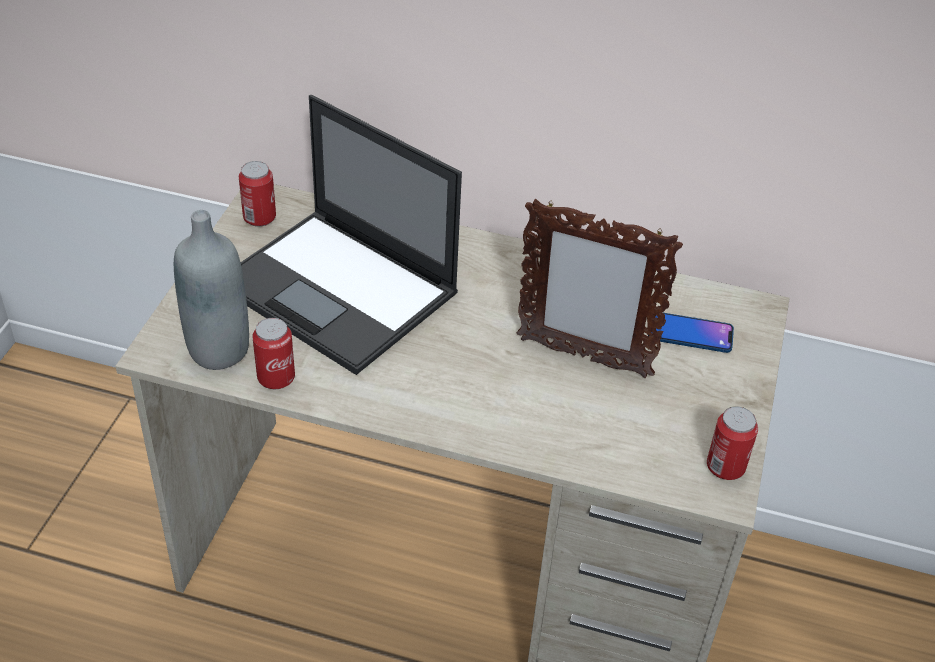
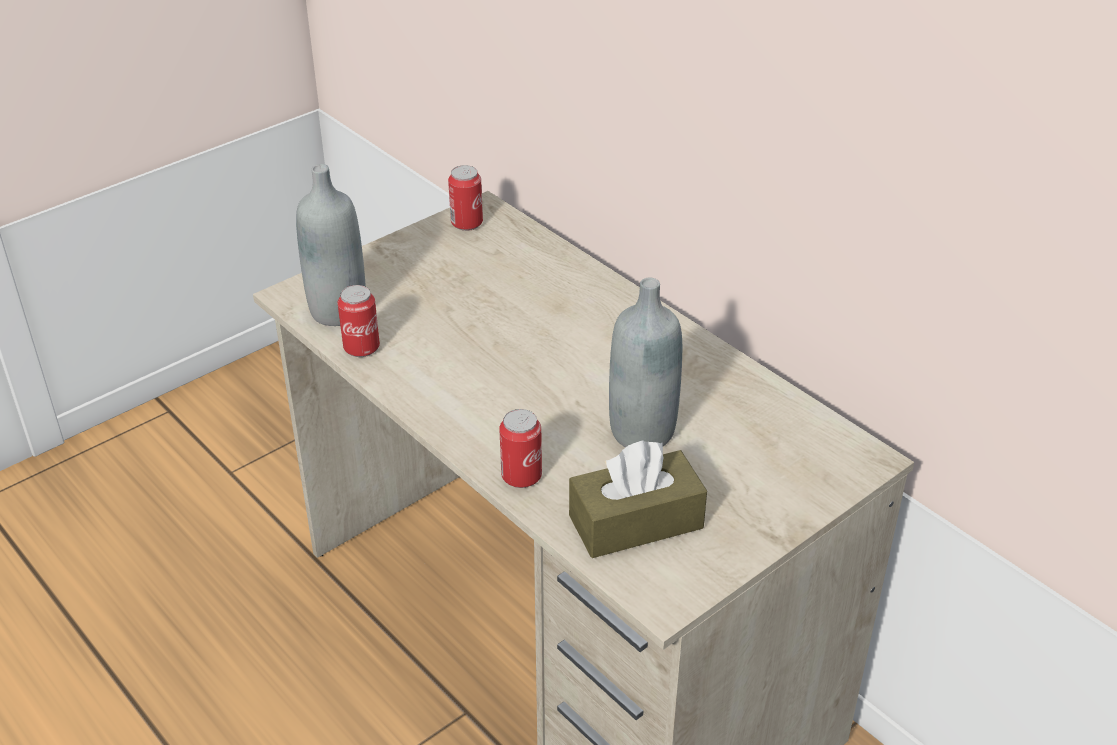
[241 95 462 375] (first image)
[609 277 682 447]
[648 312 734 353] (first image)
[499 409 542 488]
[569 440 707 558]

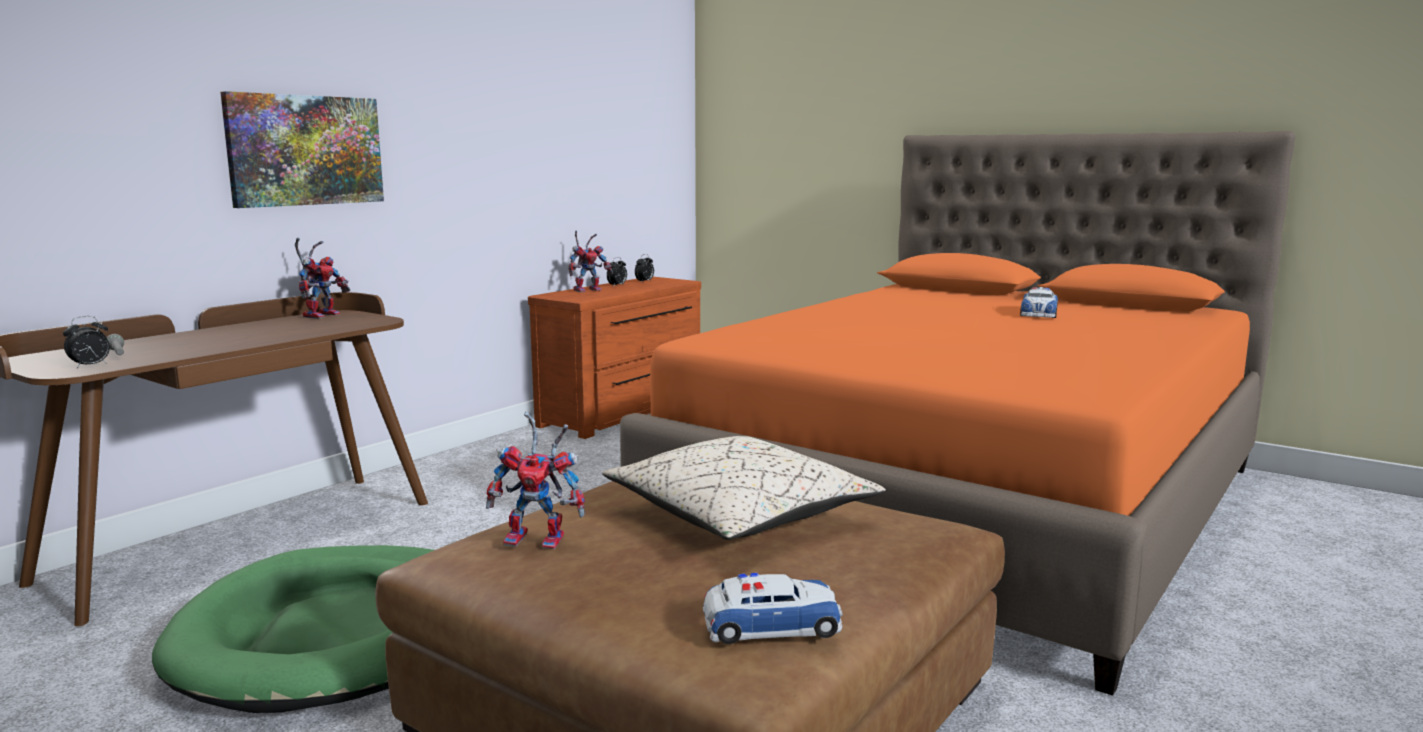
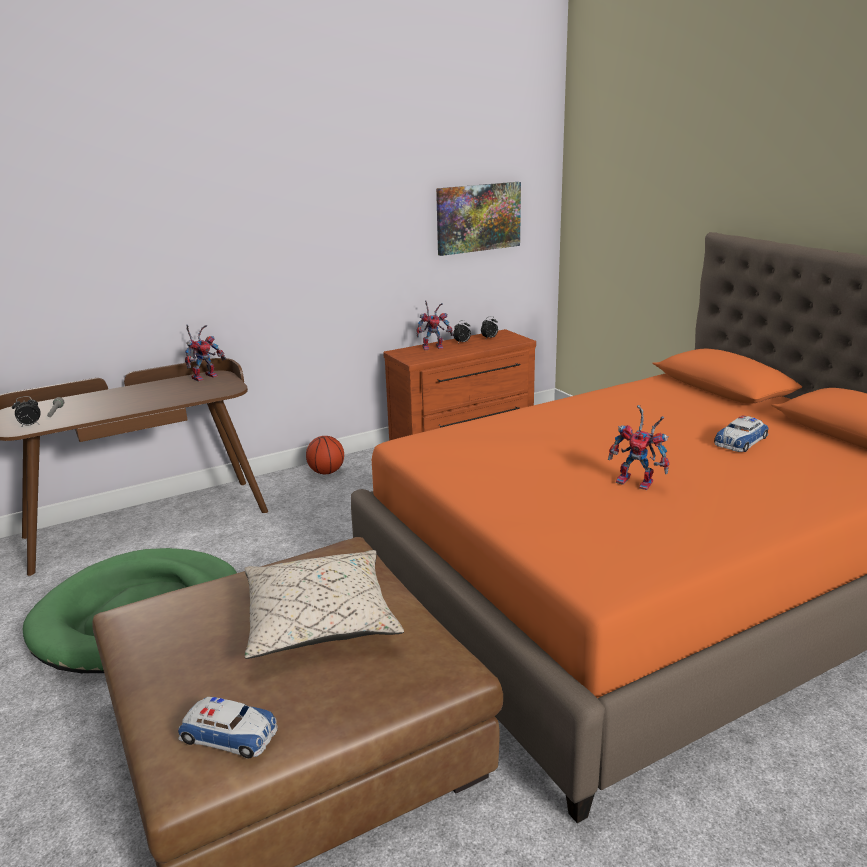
[436 182 521 256]
[608 405 670 490]
[306 436 344 474]

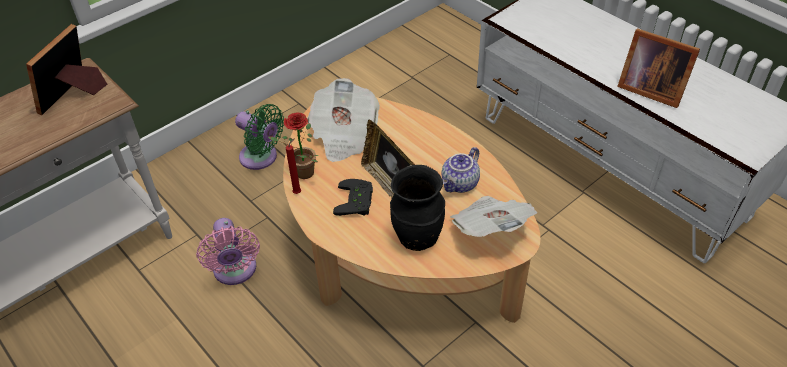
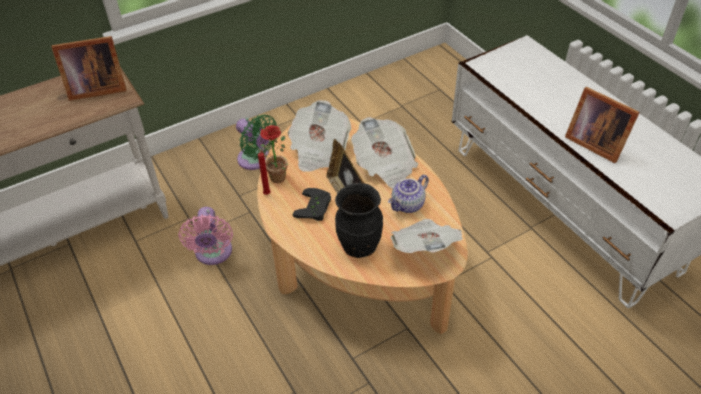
[51 36 126 101]
[351 117 418 189]

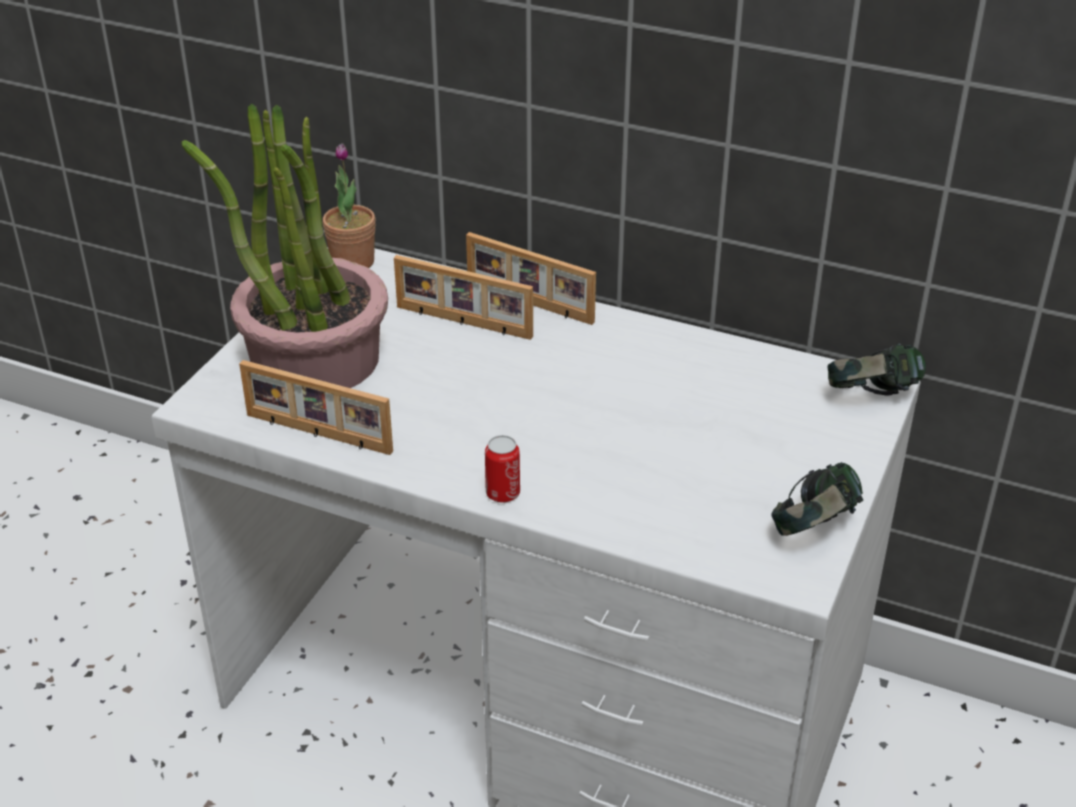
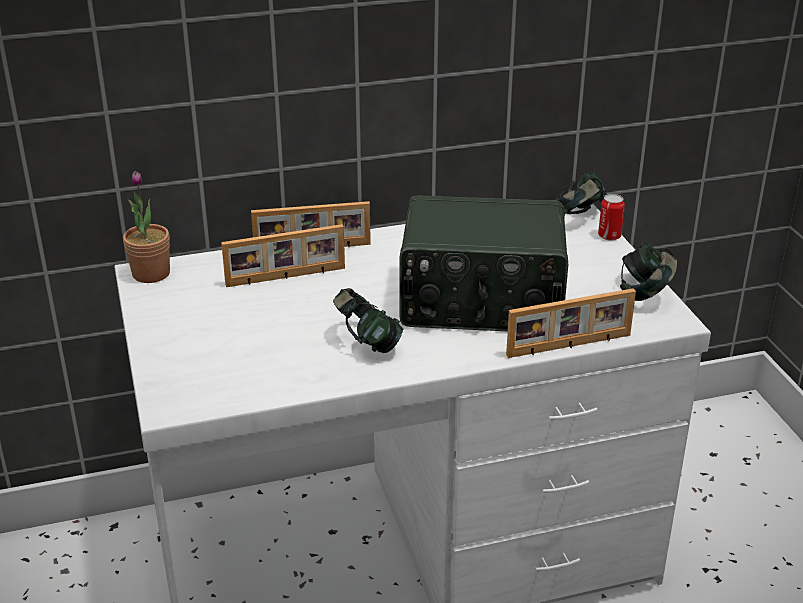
[181 103 388 388] (first image)
[506 288 636 358]
[598 194 625 241]
[333 288 403 353]
[399 195 568 331]

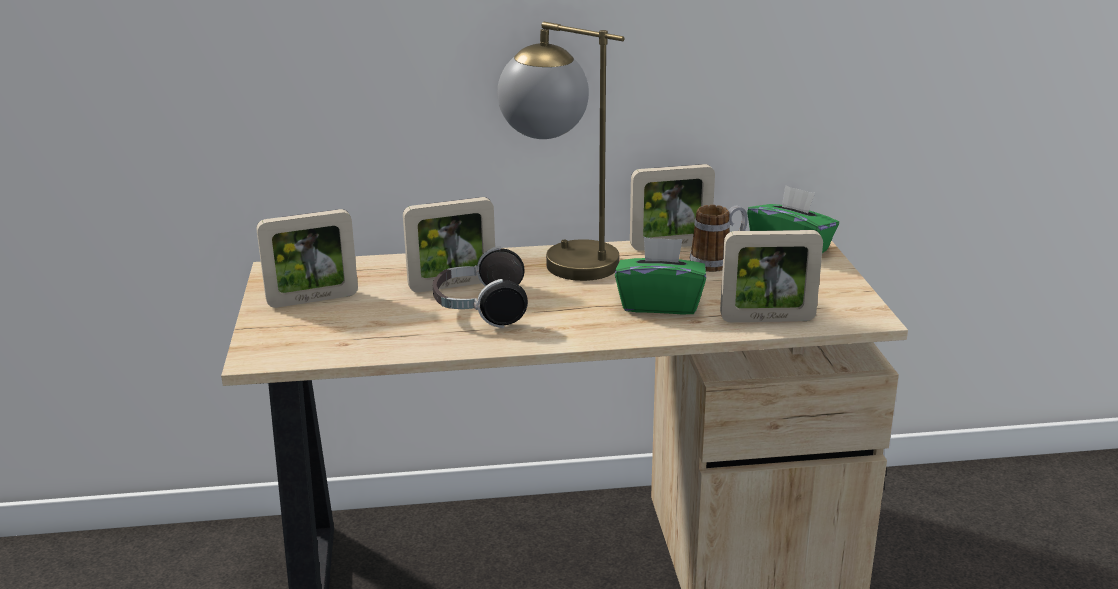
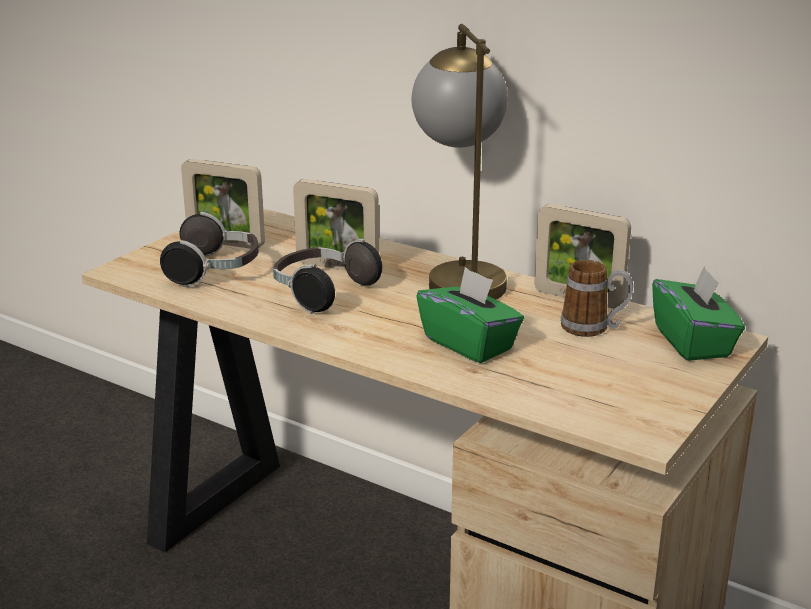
[720 230 823 322] (first image)
[160 212 258 287]

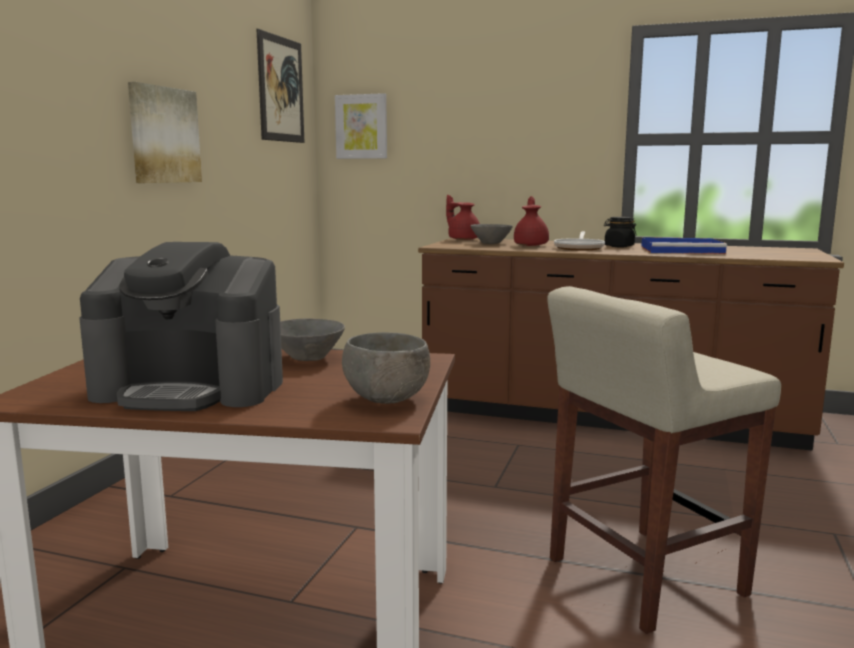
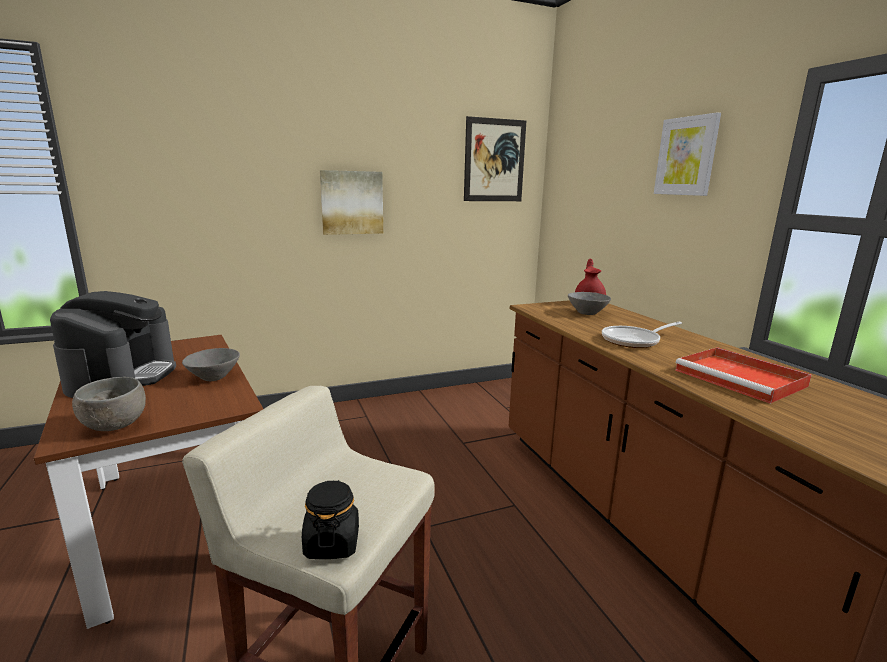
[50 291 176 398]
[654 113 721 196]
[514 196 549 246] (first image)
[302 480 359 559]
[675 347 812 404]

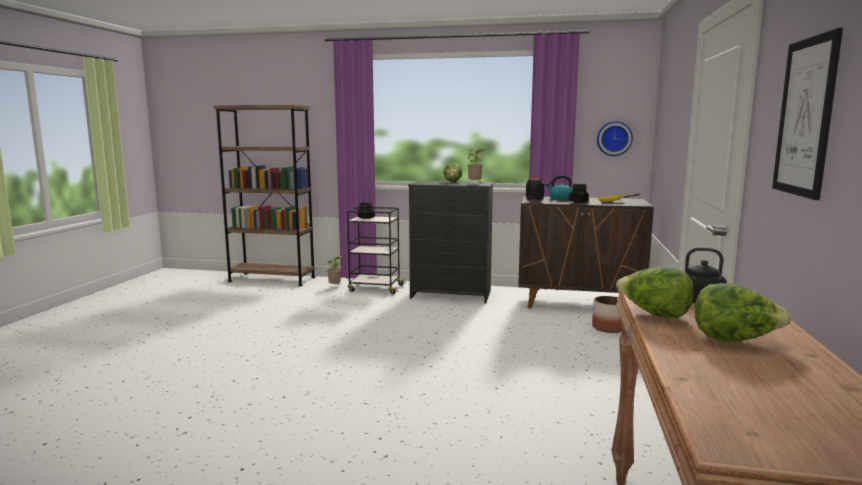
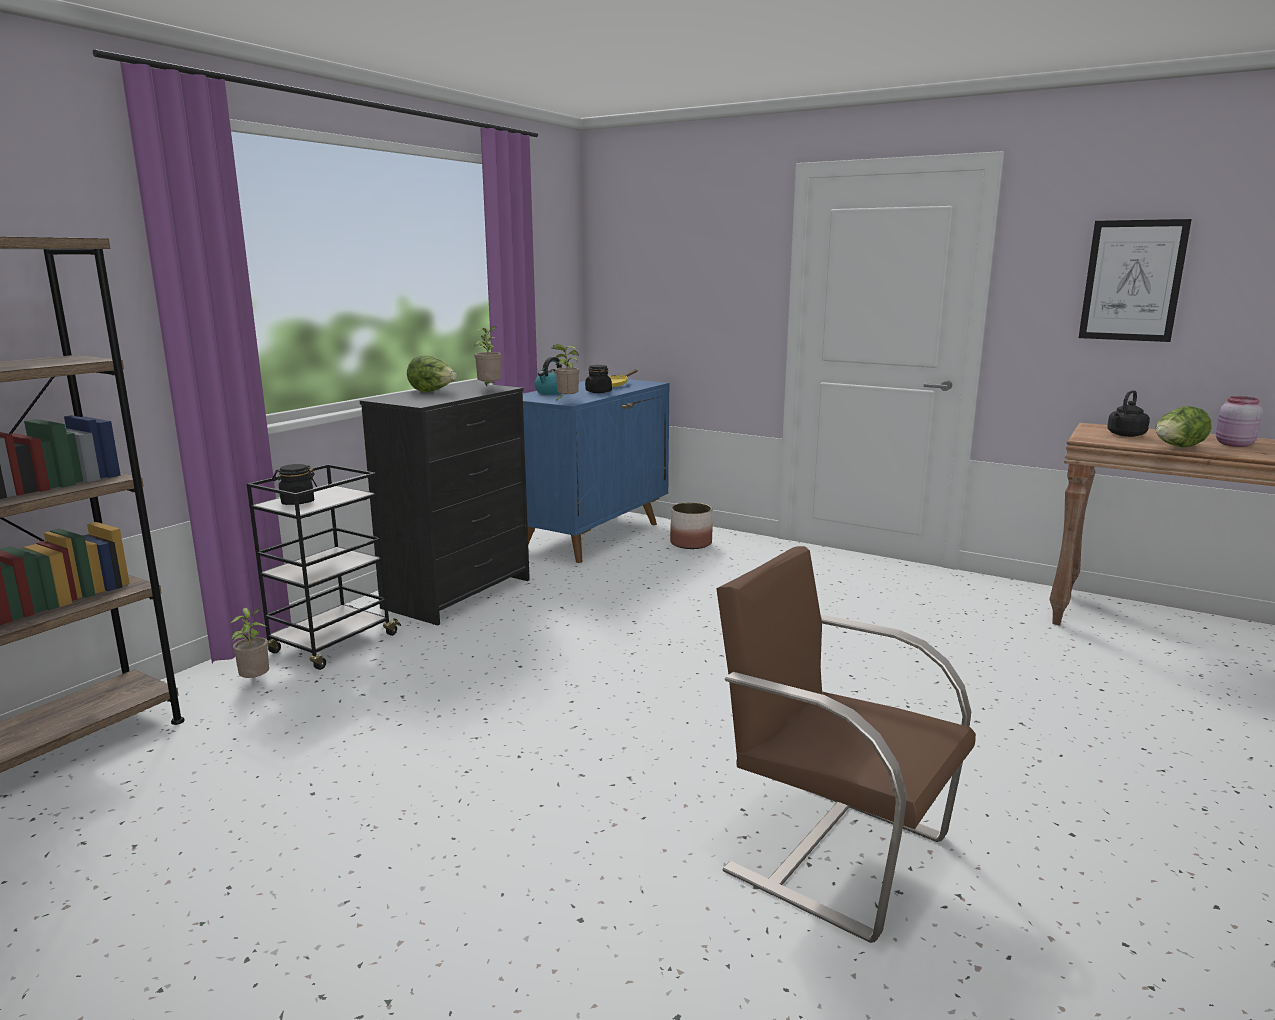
[523 379 669 563]
[552 344 580 402]
[597 121 633 156] (first image)
[1216 396 1263 447]
[716 546 976 943]

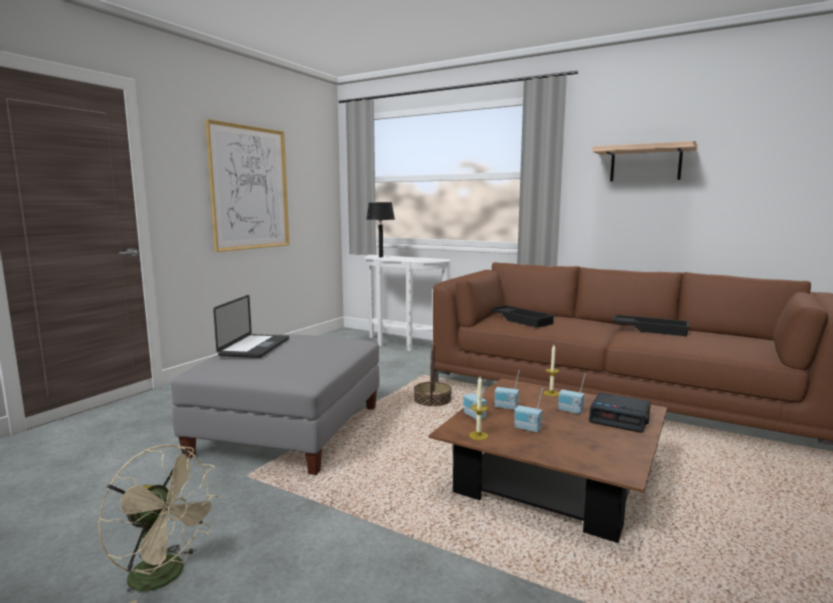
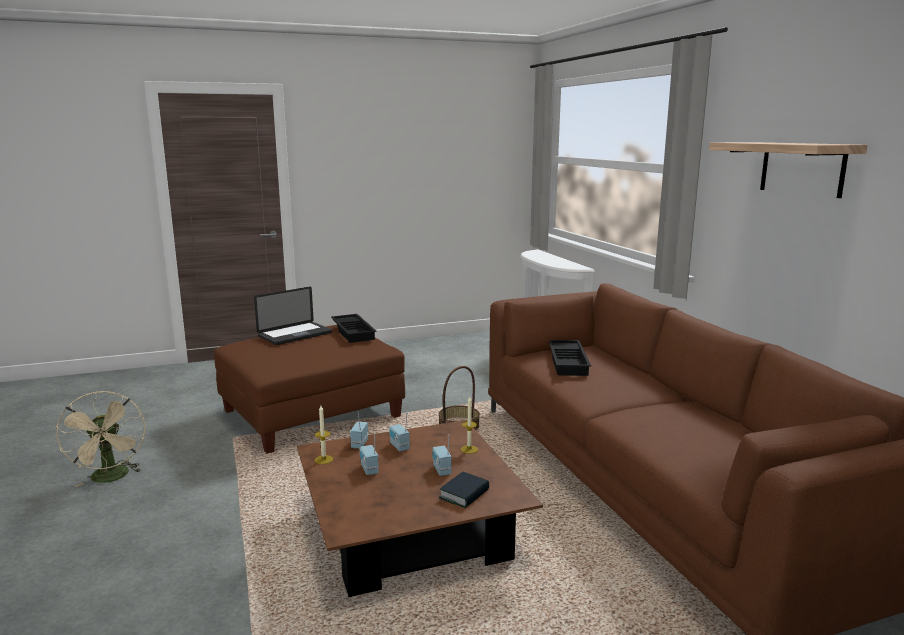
[214 325 405 454]
[205 119 289 252] (first image)
[366 202 395 257] (first image)
[439 472 489 508]
[331 314 377 343]

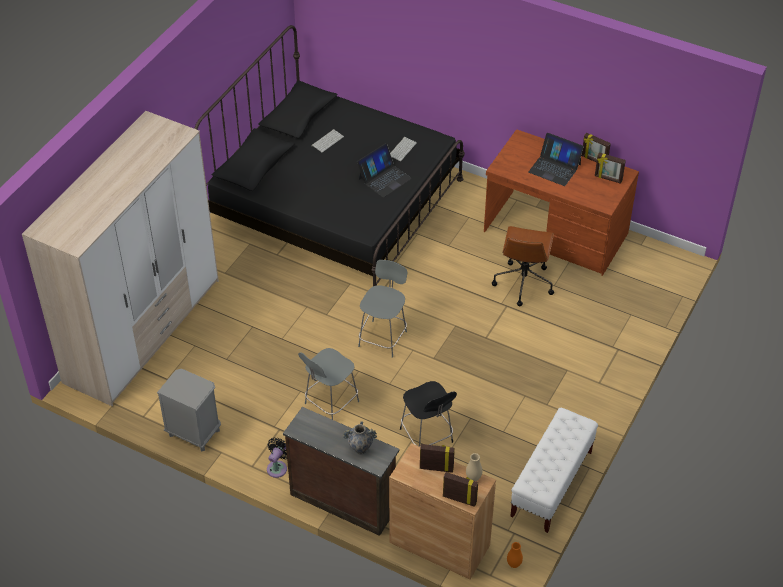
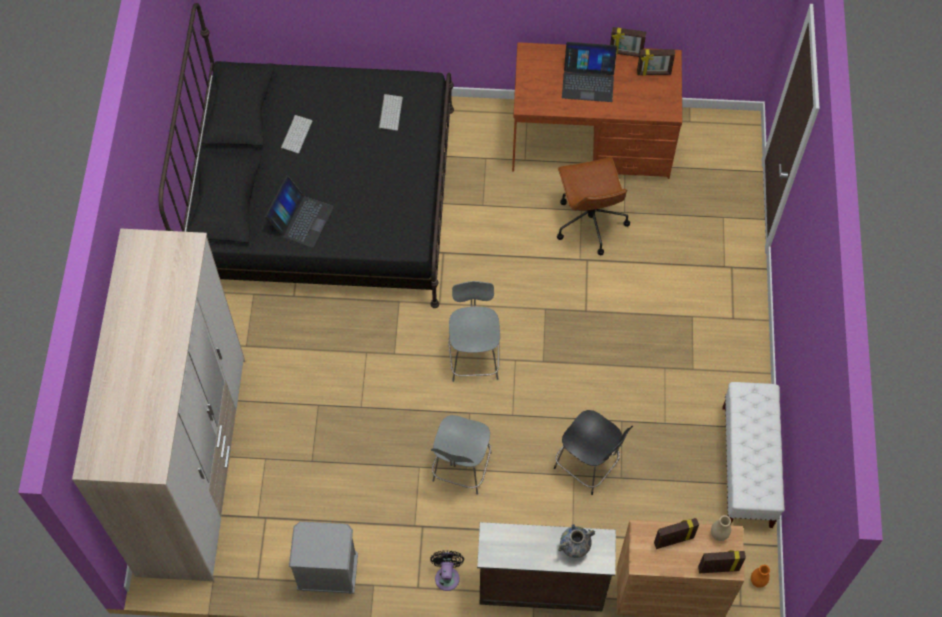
[265 176 334 248]

